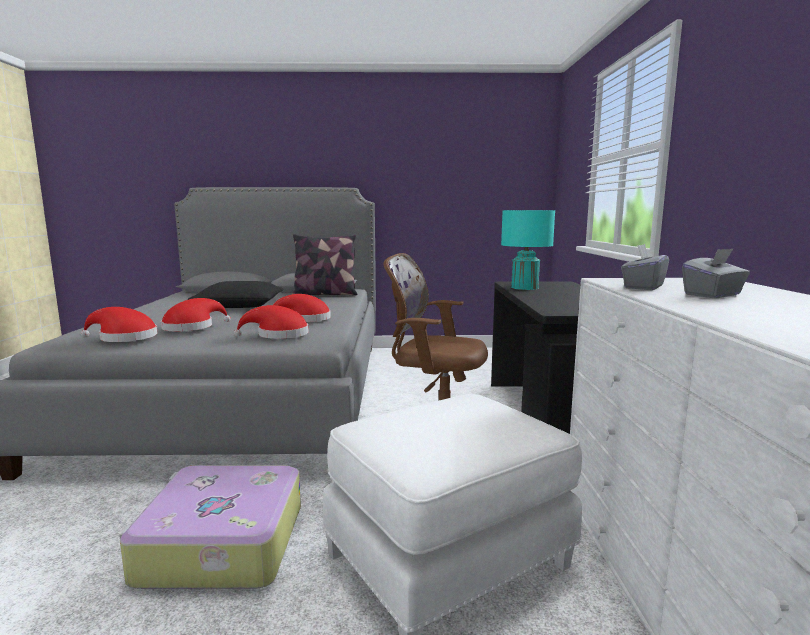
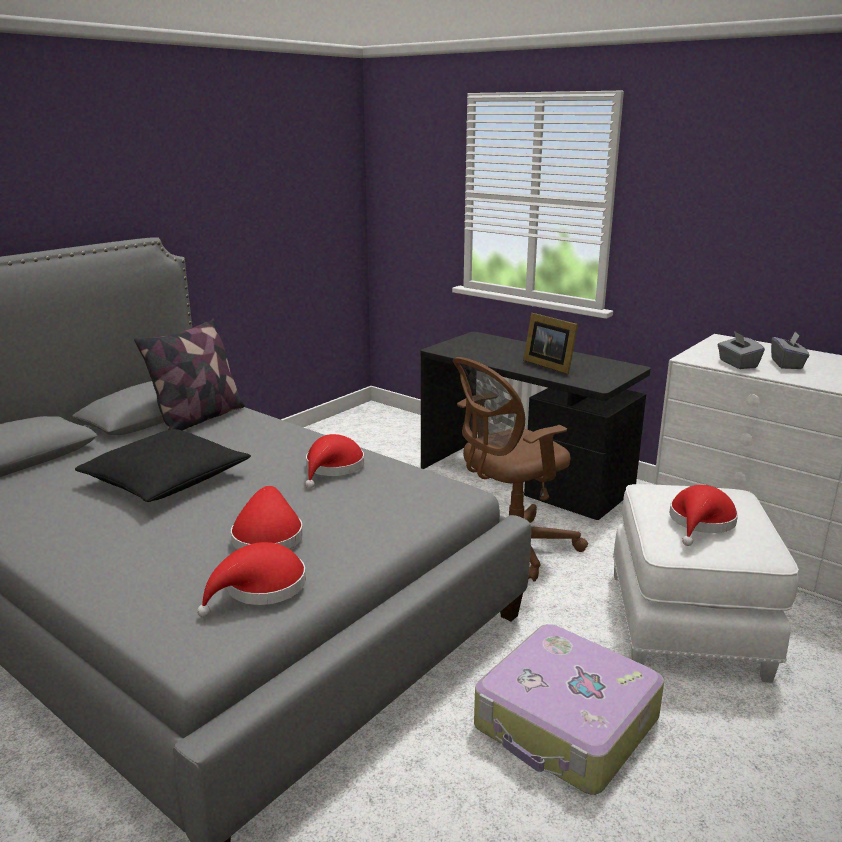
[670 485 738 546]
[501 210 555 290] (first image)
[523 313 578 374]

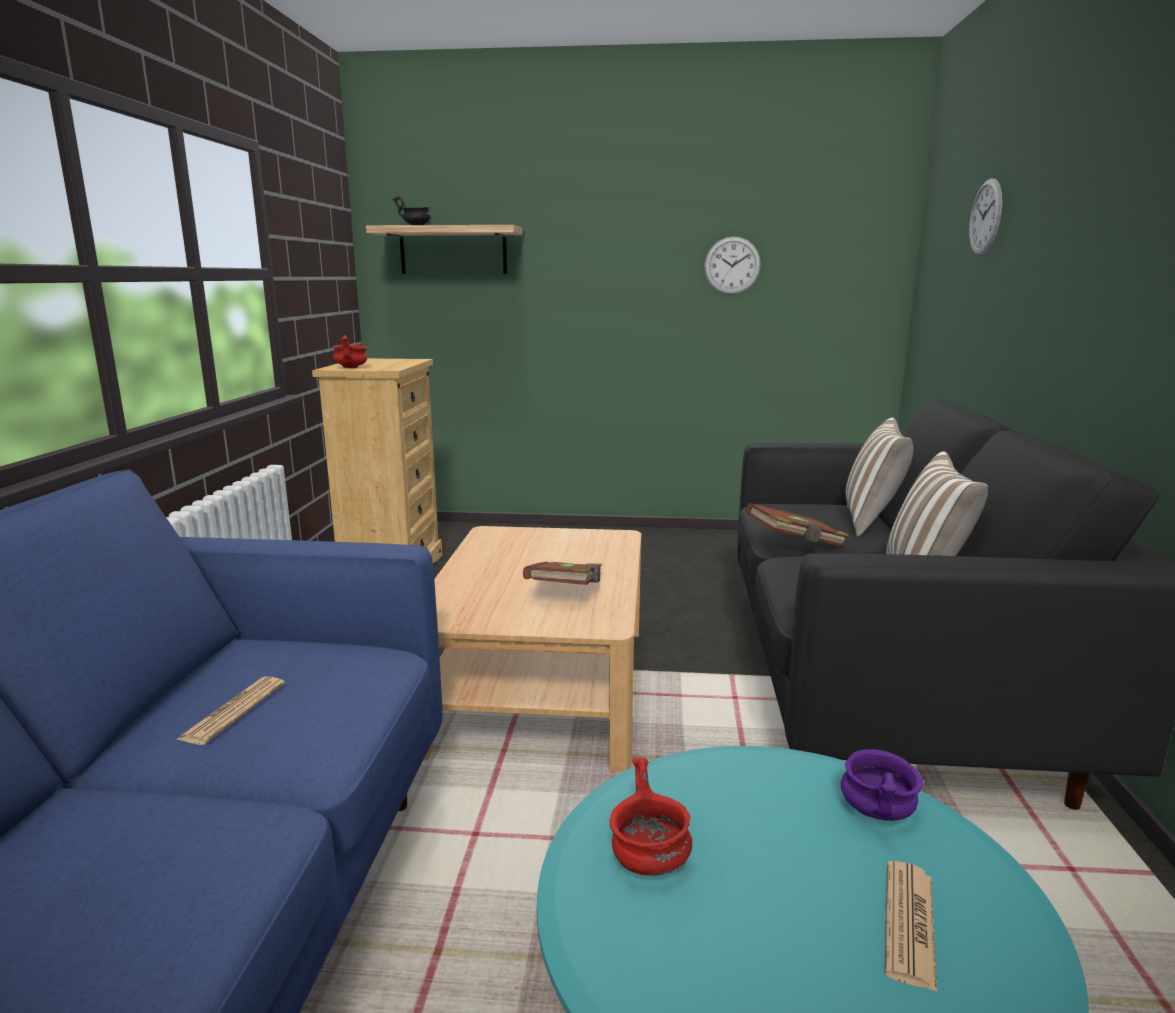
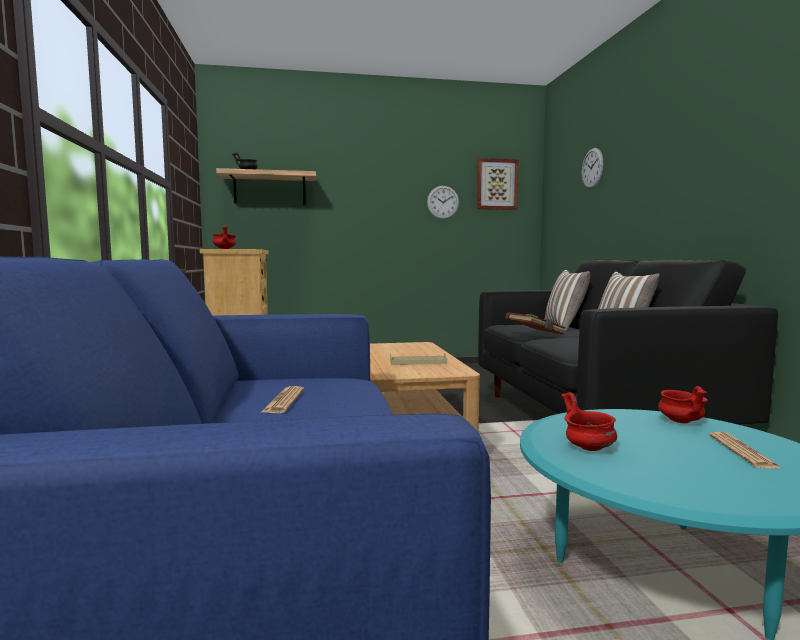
[390 353 447 365]
[658 386 708 423]
[477 158 518 210]

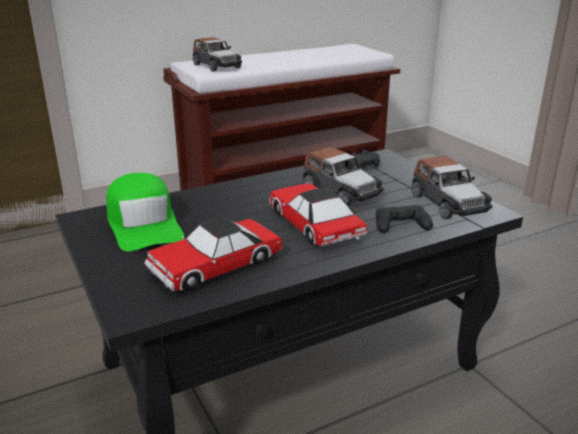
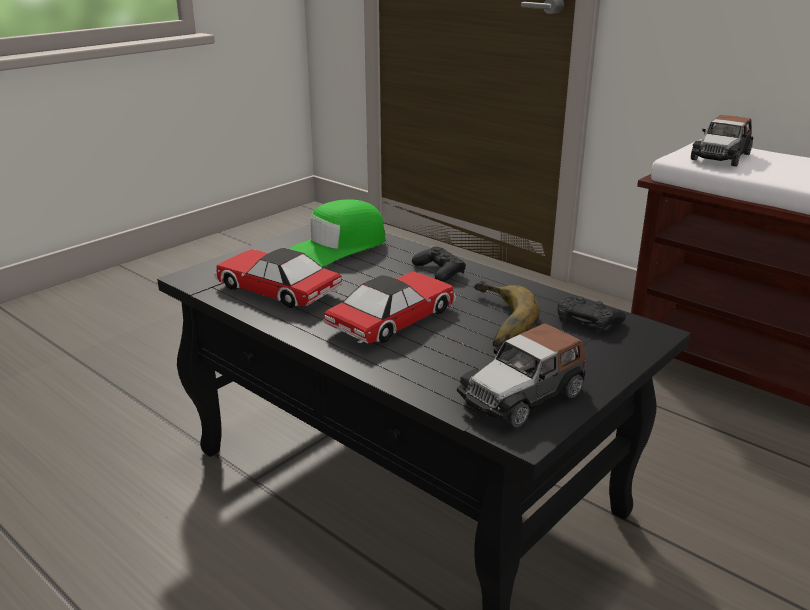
[474 280 540 348]
[412 247 466 282]

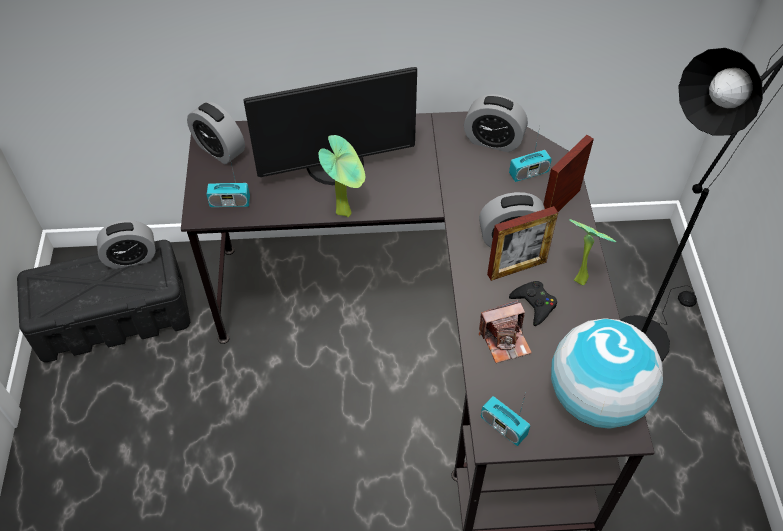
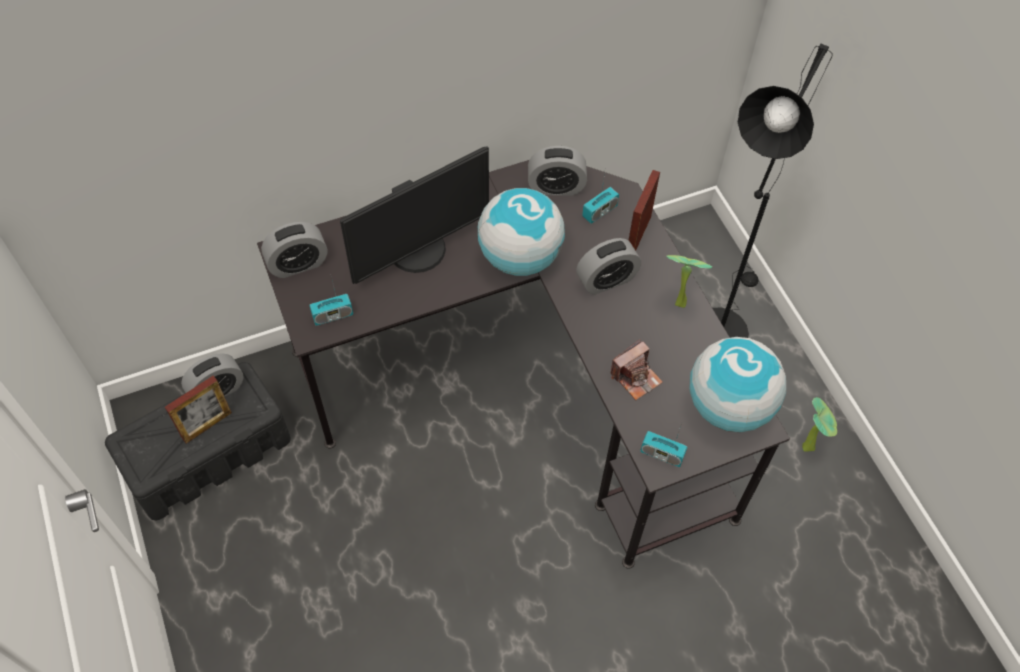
[261 222 327 278]
[802 397 837 452]
[165 376 232 443]
[509 281 557 326] (first image)
[478 188 565 276]

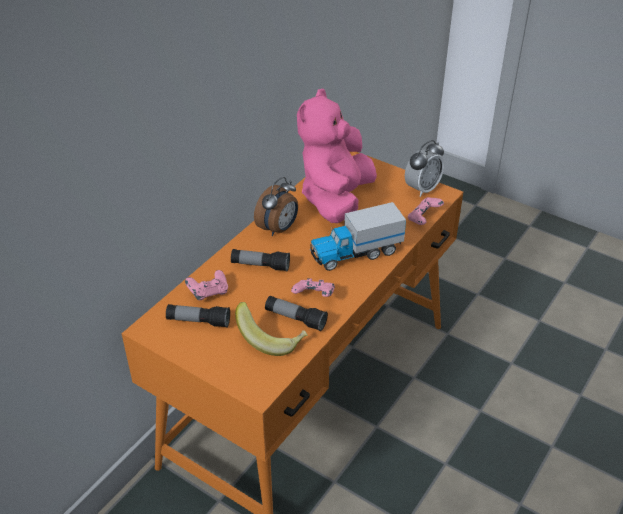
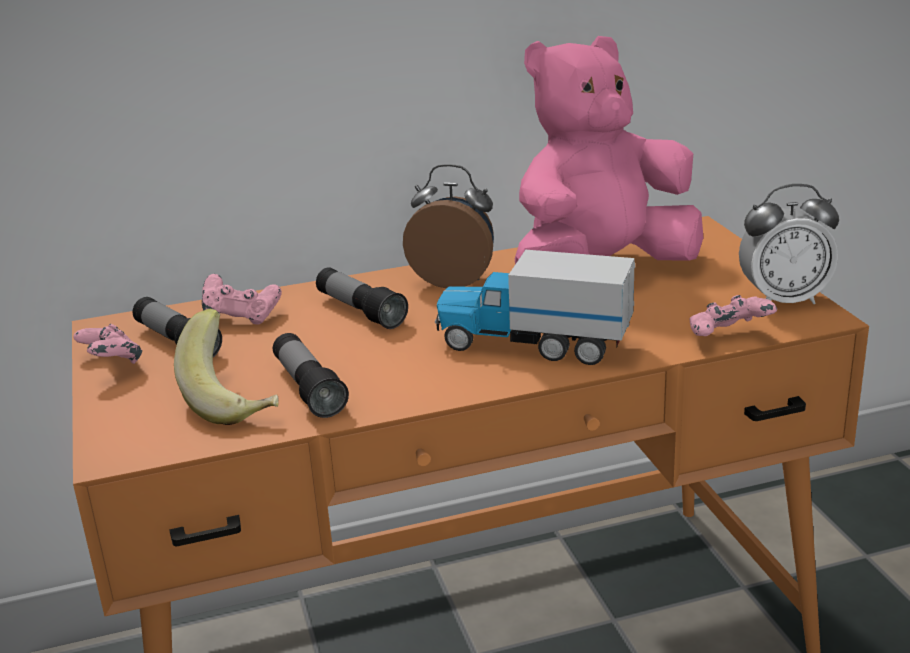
[403 164 494 288]
[73 324 142 364]

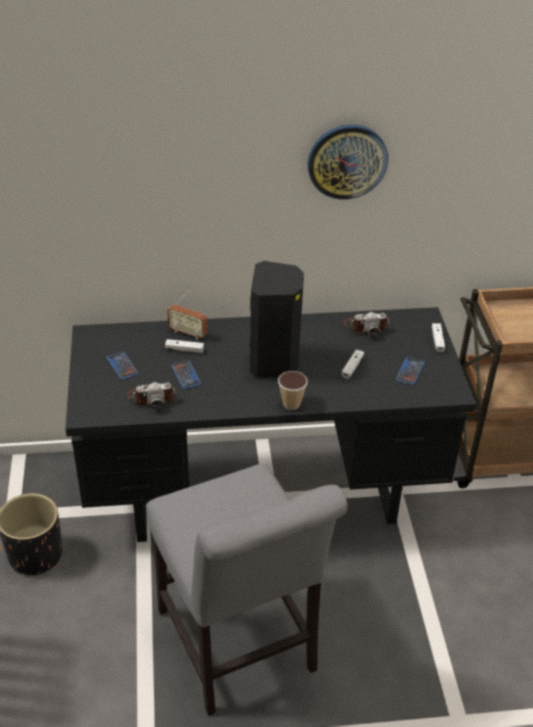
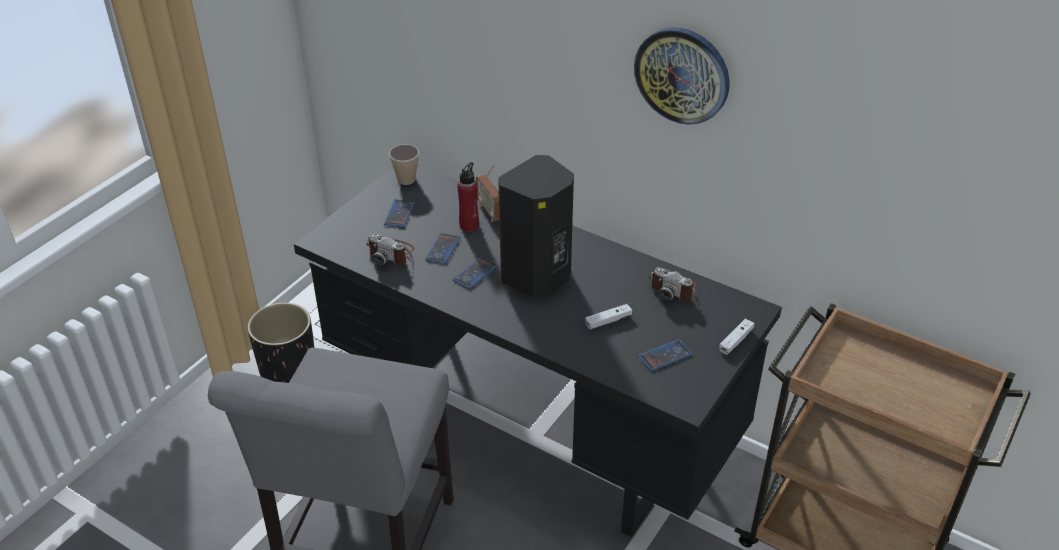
[457 162 479 231]
[389 144 419 185]
[453 257 498 289]

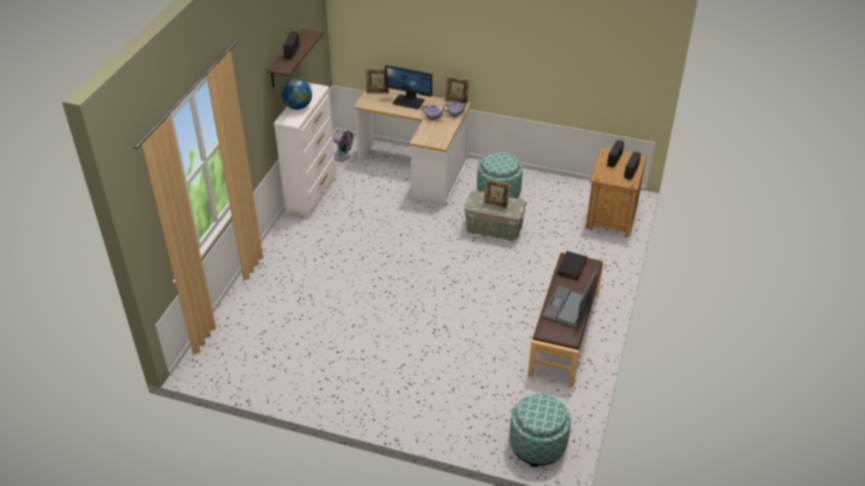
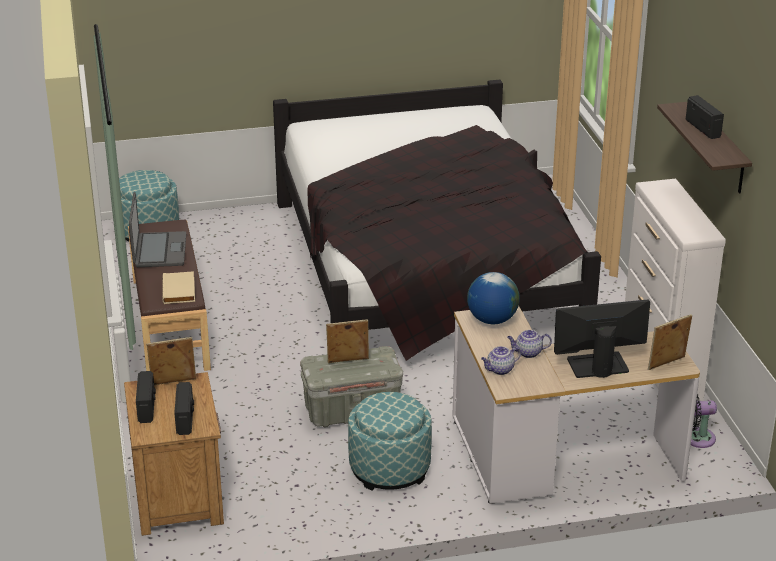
[467 272 520 324]
[146 337 196 385]
[162 271 195 304]
[273 80 601 361]

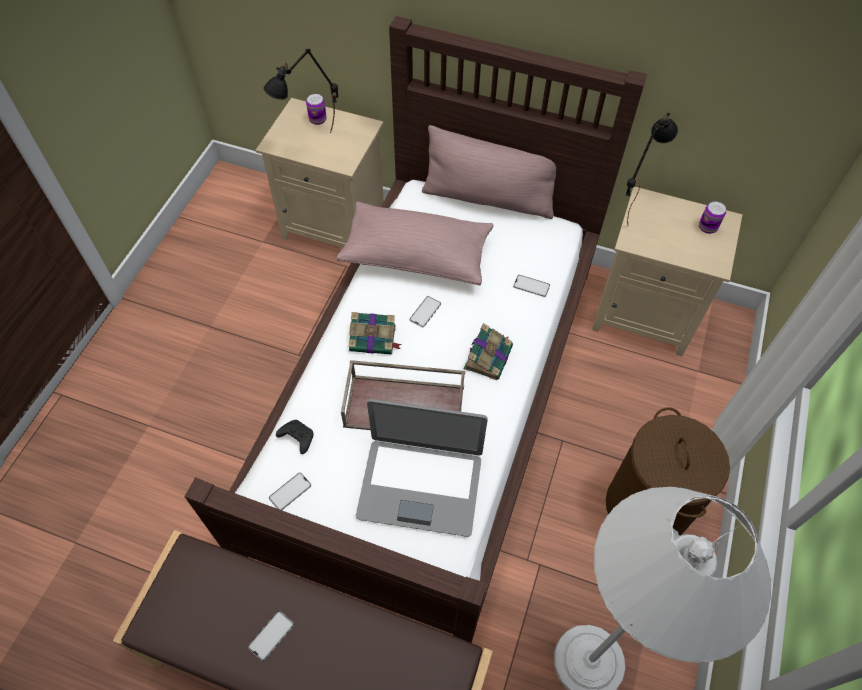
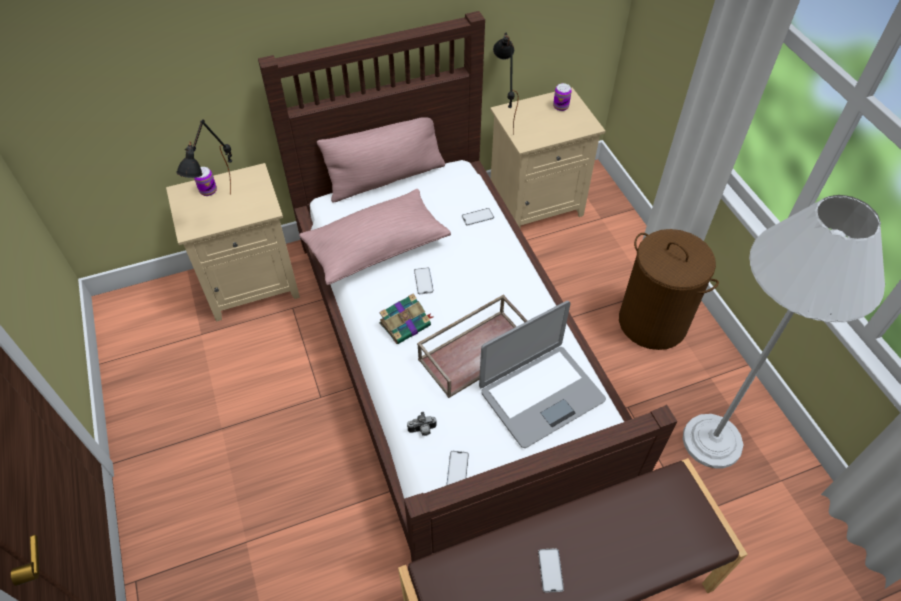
[407 412 437 436]
[464 323 513 380] (first image)

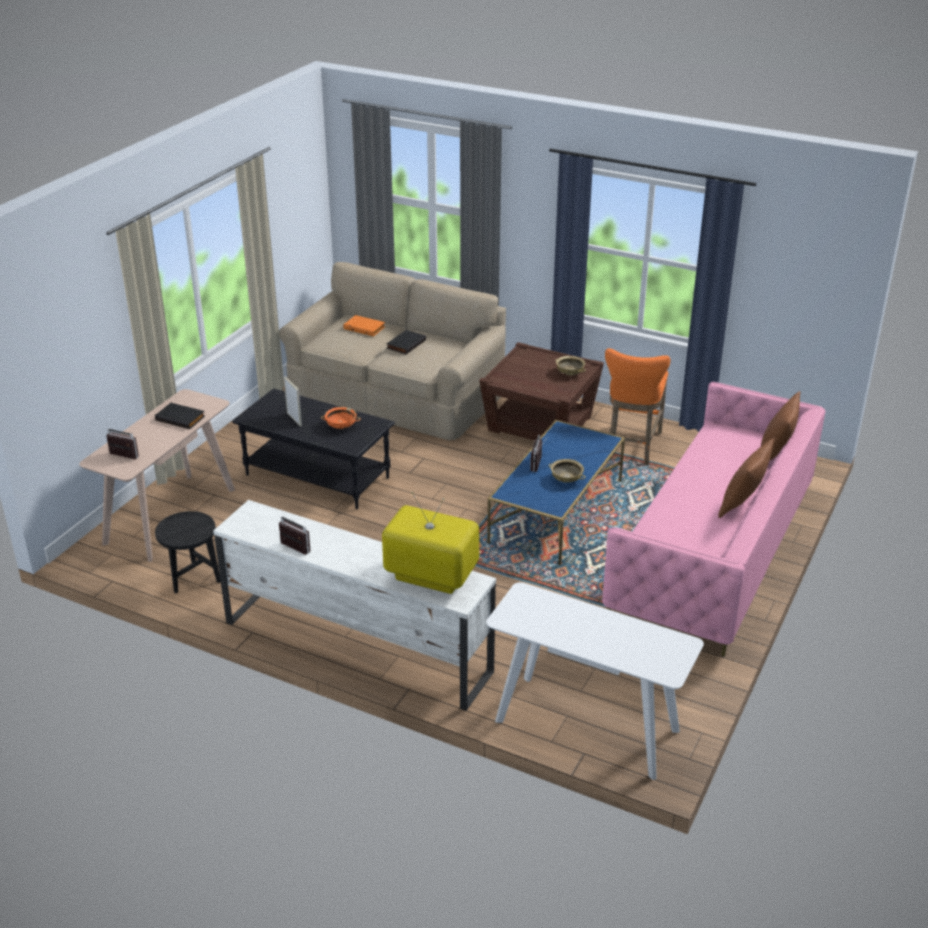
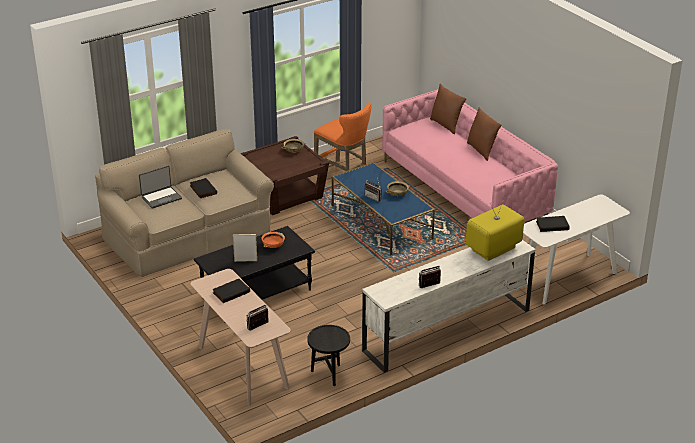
[139 166 182 209]
[536 216 569 232]

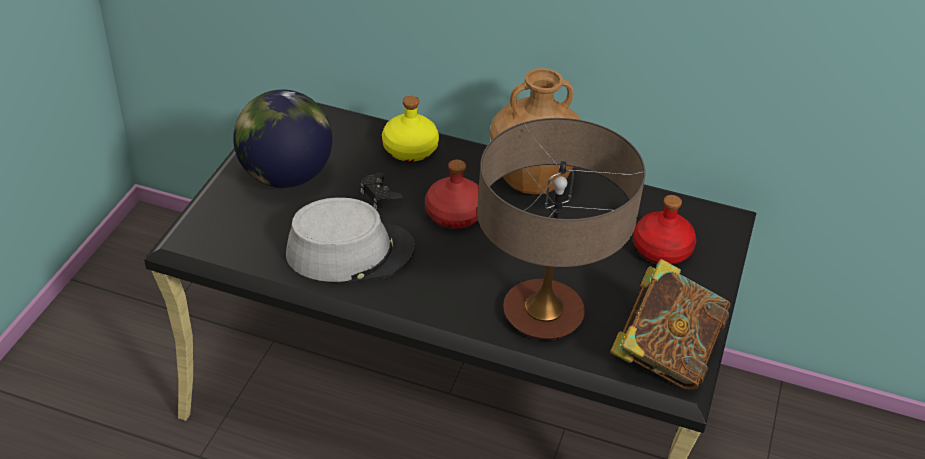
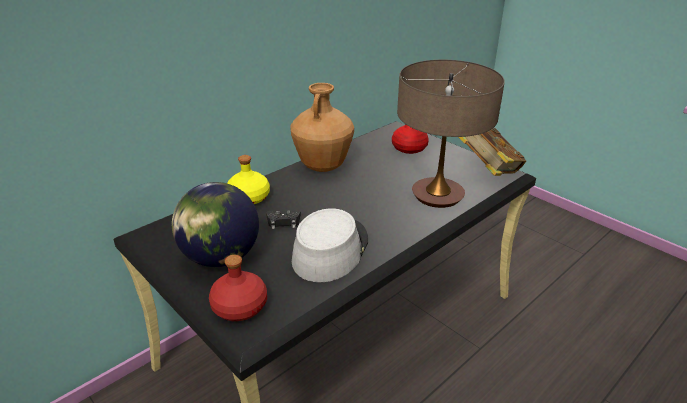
[209 255 267 321]

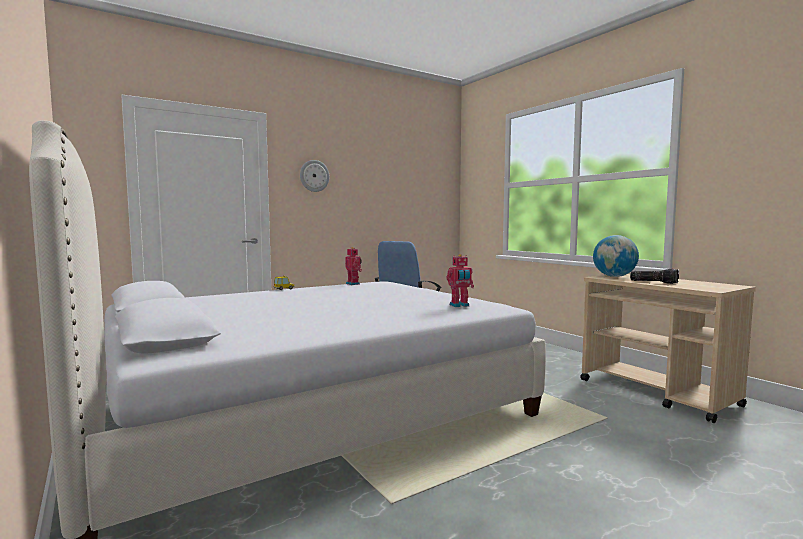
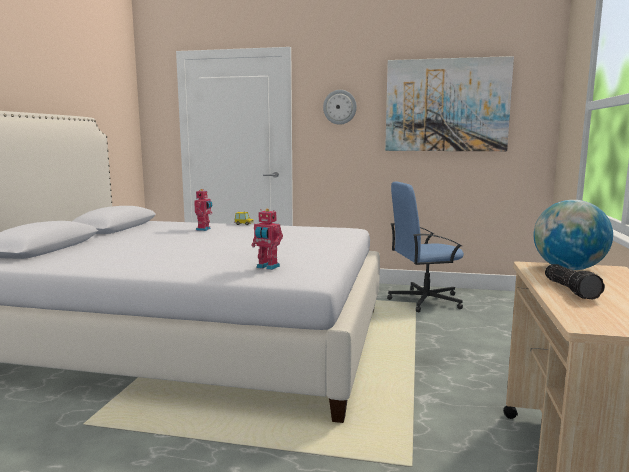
[194 189 212 231]
[385 56 514 151]

